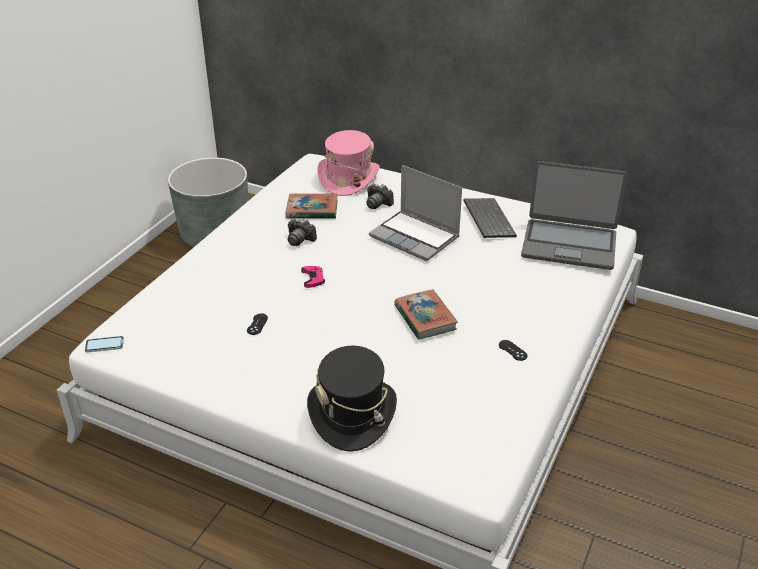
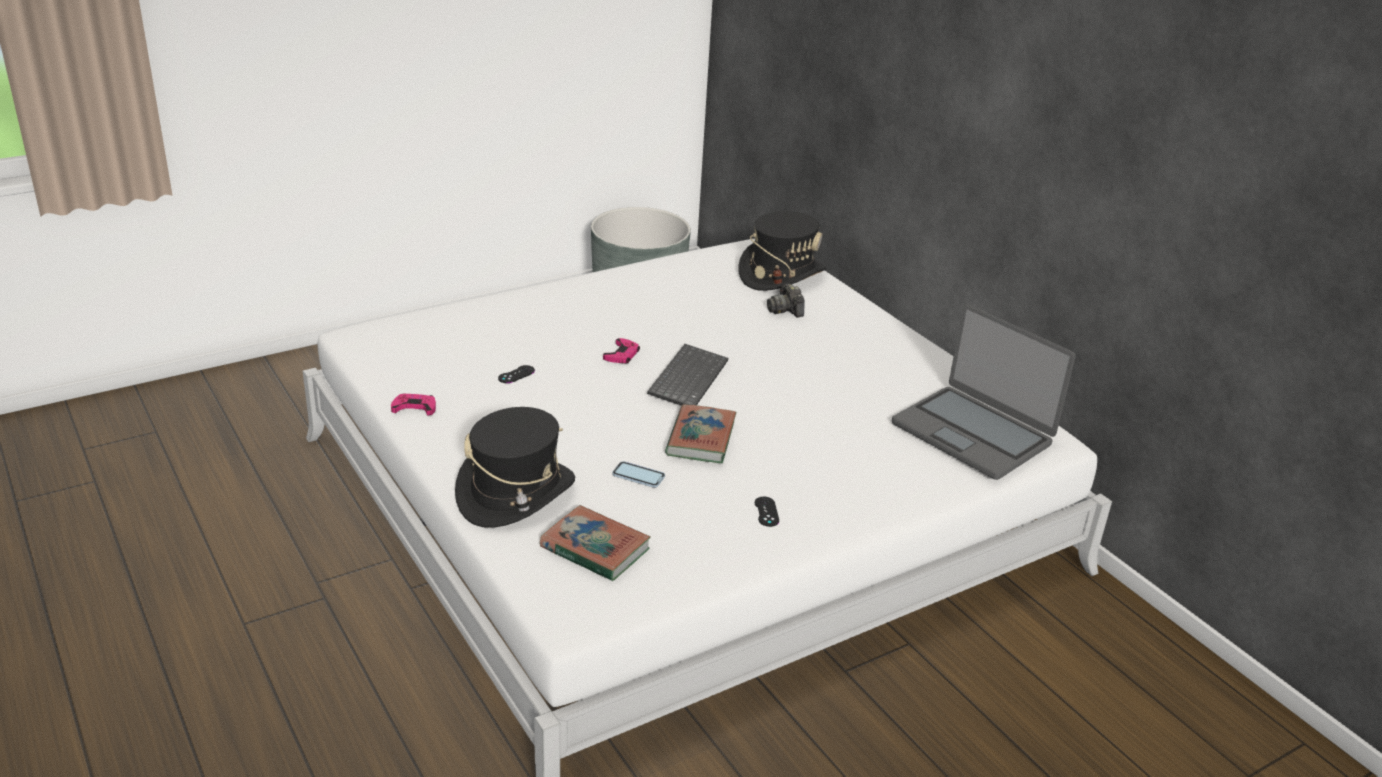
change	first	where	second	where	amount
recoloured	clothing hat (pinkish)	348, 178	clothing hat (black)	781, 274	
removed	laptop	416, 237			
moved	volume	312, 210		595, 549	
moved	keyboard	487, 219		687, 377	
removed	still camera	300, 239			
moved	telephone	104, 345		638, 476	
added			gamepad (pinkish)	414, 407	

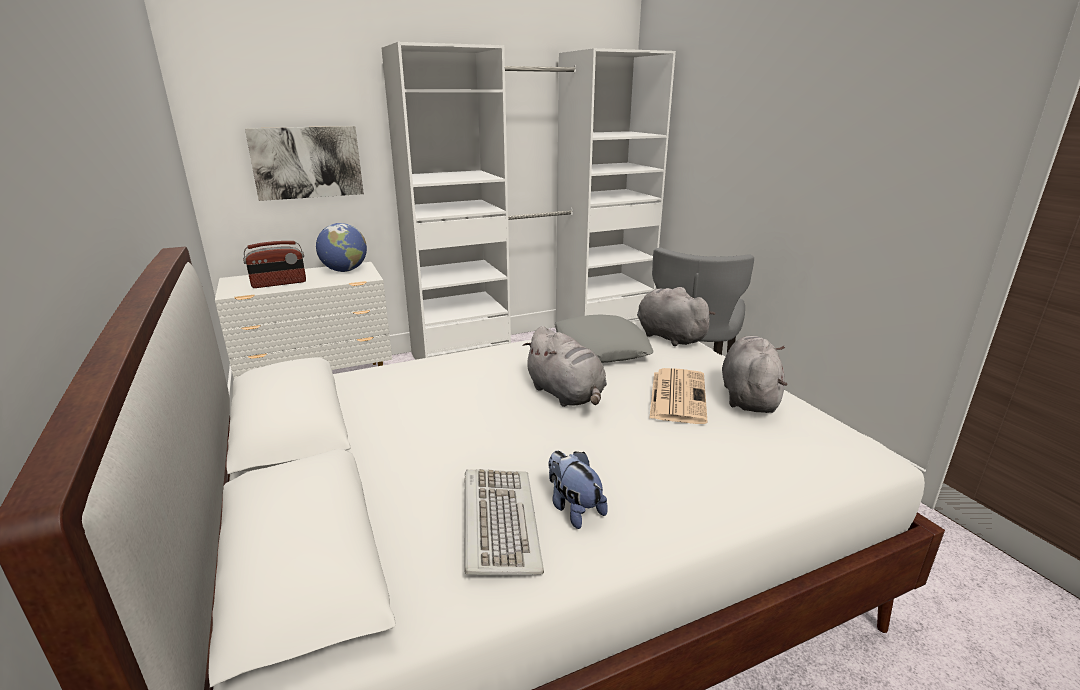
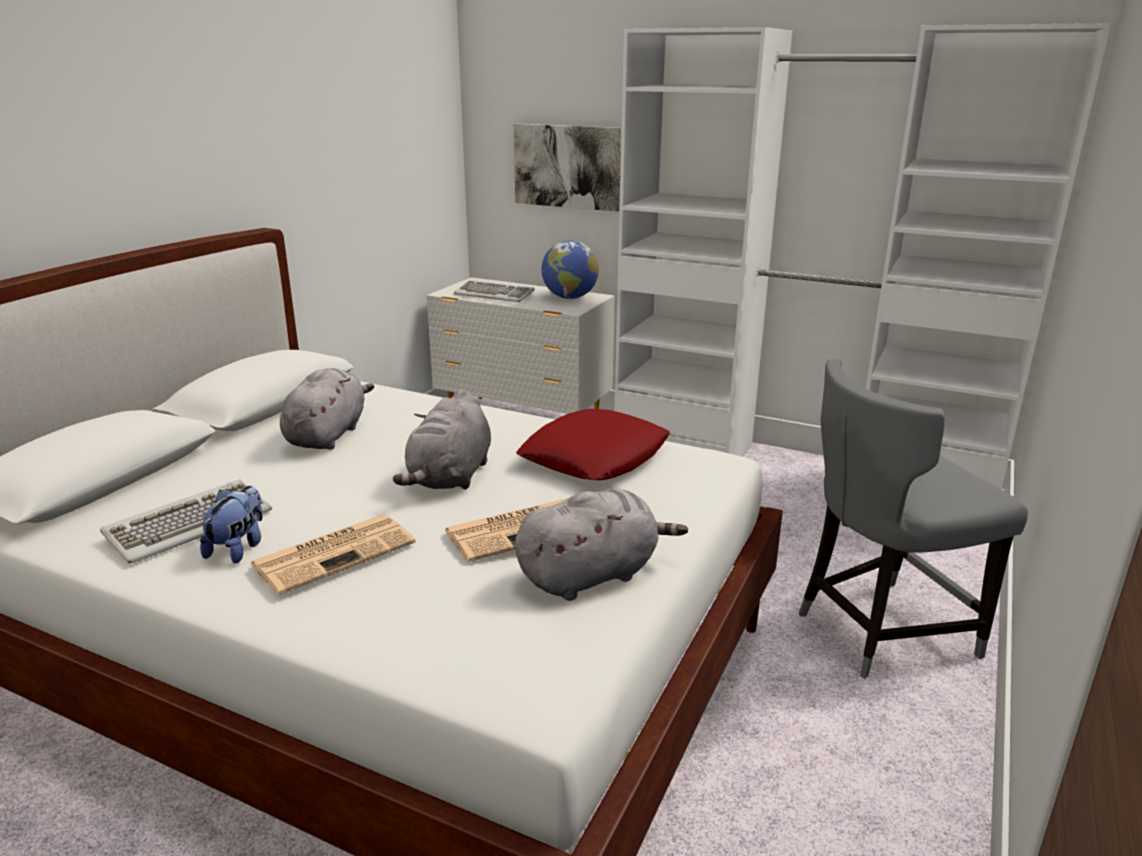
change	first	where	second	where	amount
replaced	radio set	279, 283	keyboard	495, 294	
moved	cuddly toy (grey)	668, 336		328, 435	
recoloured	throw pillow (grey)	600, 348	throw pillow (reddish)	595, 457	
added			printed paper	335, 553	

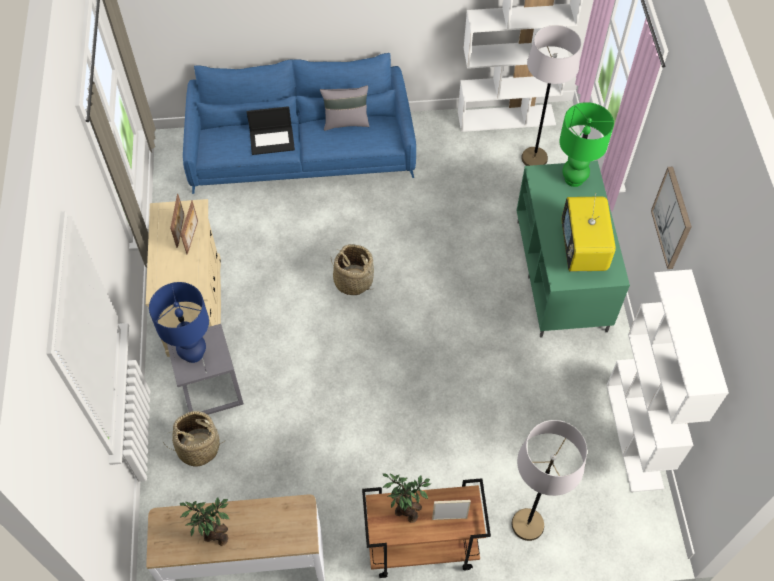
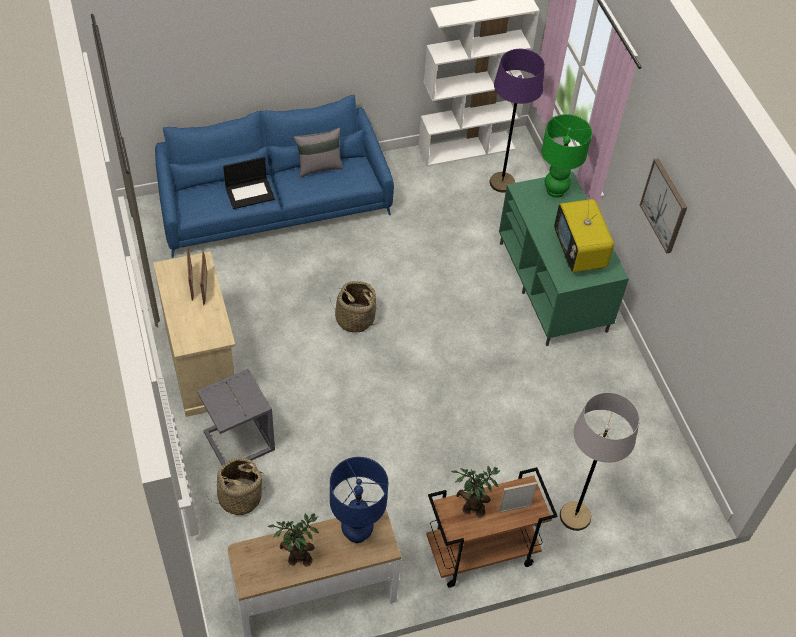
change	first	where	second	where	amount
recoloured	standing lamp (grey)	534, 158	standing lamp (purple-coloured)	502, 183	
removed	shelving unit (white)	635, 436			
moved	tabletop lamp (blue)	193, 353		356, 533	

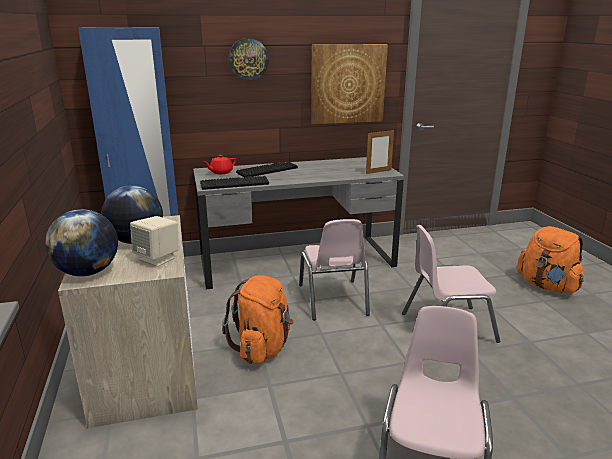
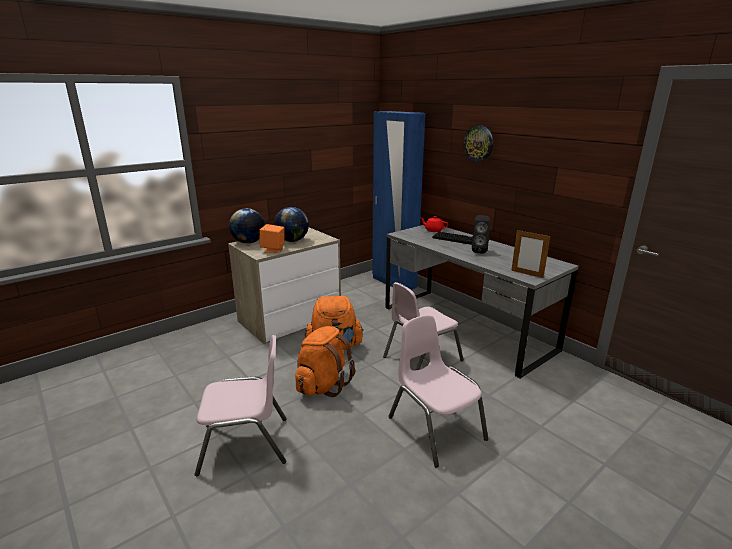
change	first	where	second	where	amount
removed	wall art	347, 84			
removed	keyboard	235, 183			
recoloured	audio speaker (beige)	158, 259	audio speaker (orangey)	273, 250	
moved	backpack (orangey)	547, 286		323, 385	
added			audio speaker (black)	478, 251	

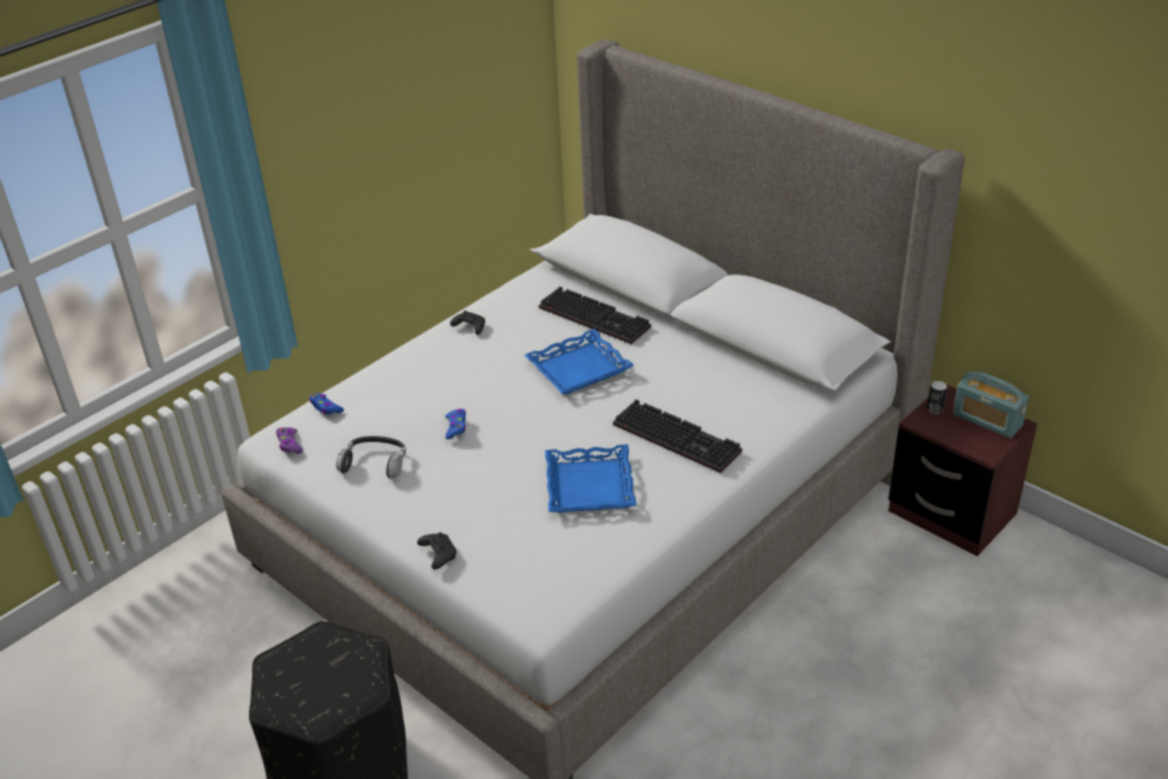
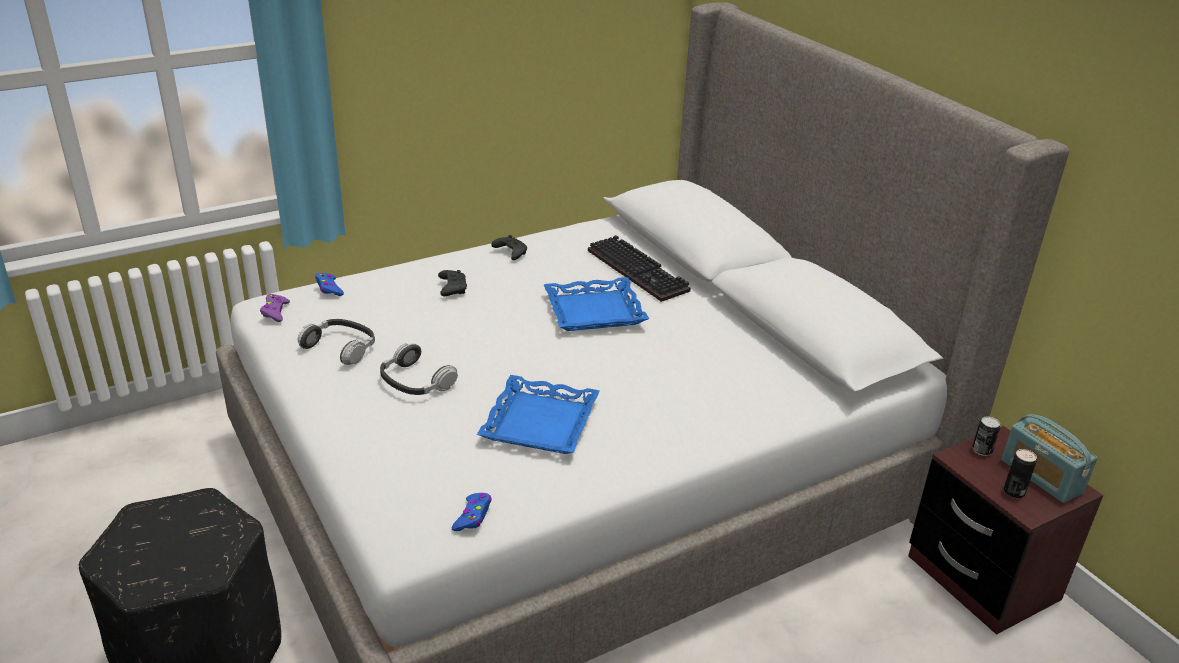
change	first	where	second	where	amount
removed	keyboard	679, 438			
moved	gamepad (blue)	456, 427		473, 516	
moved	gamepad (black)	438, 554		452, 288	
added			headset	415, 381	
added			can	1014, 492	

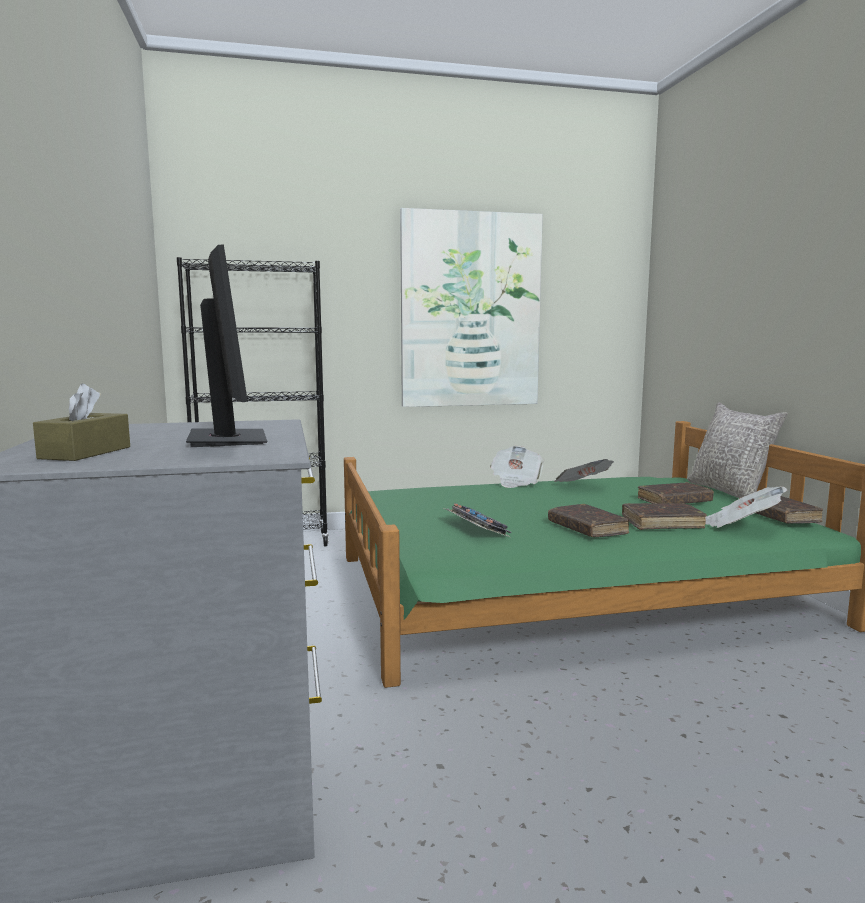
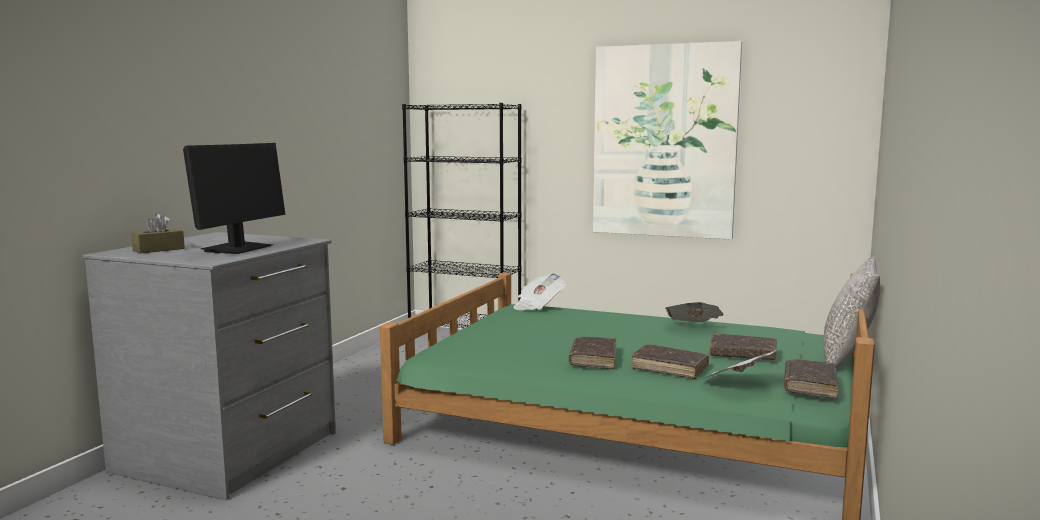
change	first	where	second	where	amount
moved	printed paper	516, 482		538, 306	
removed	keyboard	474, 529			

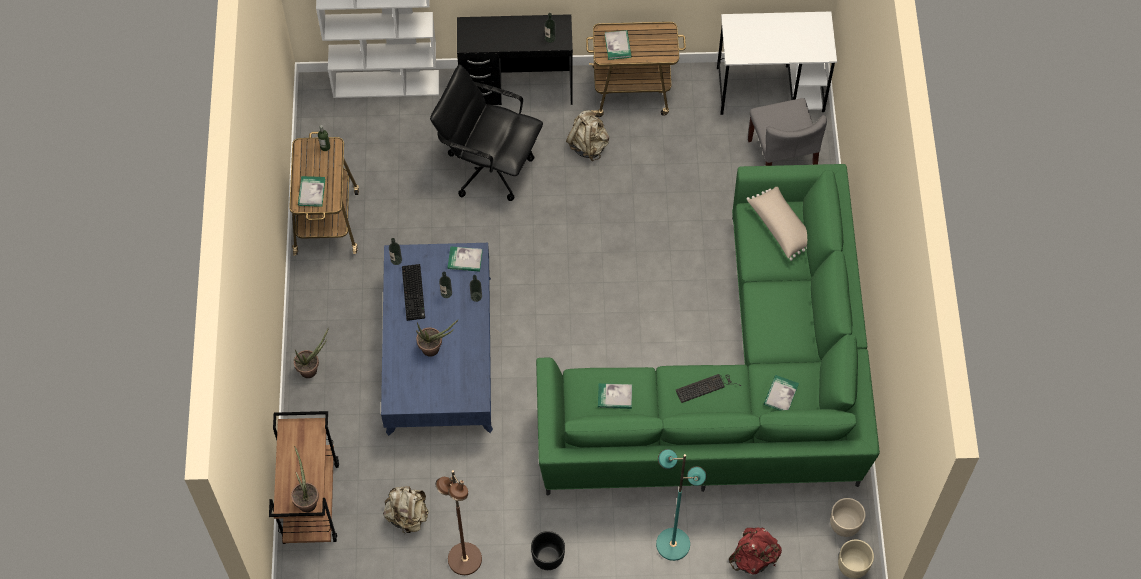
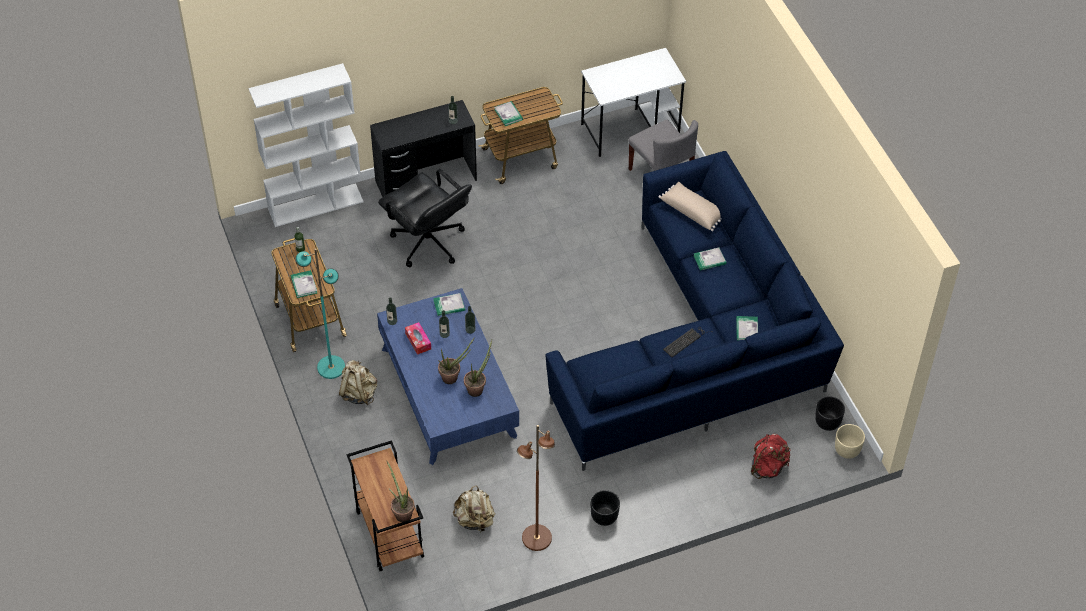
change	first	where	second	where	amount
turned	desk chair (black)	489, 166		428, 243	135 degrees counterclockwise
moved	backpack (beige)	588, 145		359, 393	
recoloured	settee (green-coloured)	737, 386	settee (blue)	699, 347	
replaced	keyboard	414, 293	tissue box	418, 341	
moved	plant in a pot	312, 368		477, 388	
moved	volume	615, 397		709, 260	
moved	standing lamp (turquoise)	672, 543		331, 367	
recoloured	planter (beige)	844, 524	planter (black)	827, 422	

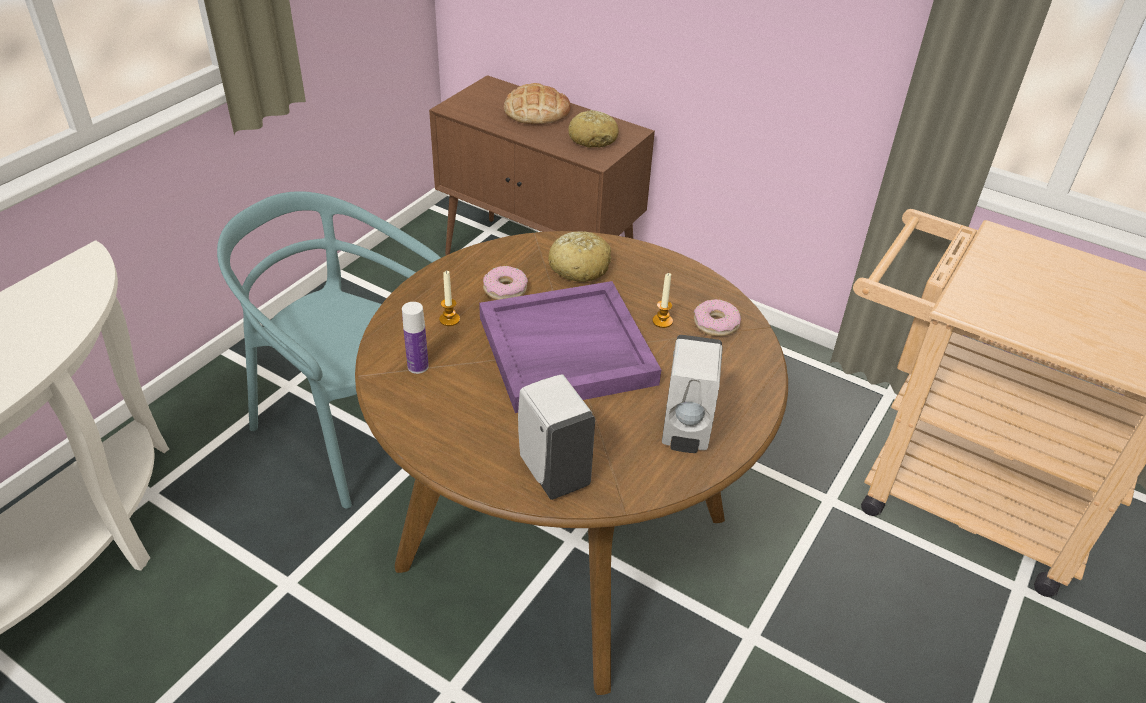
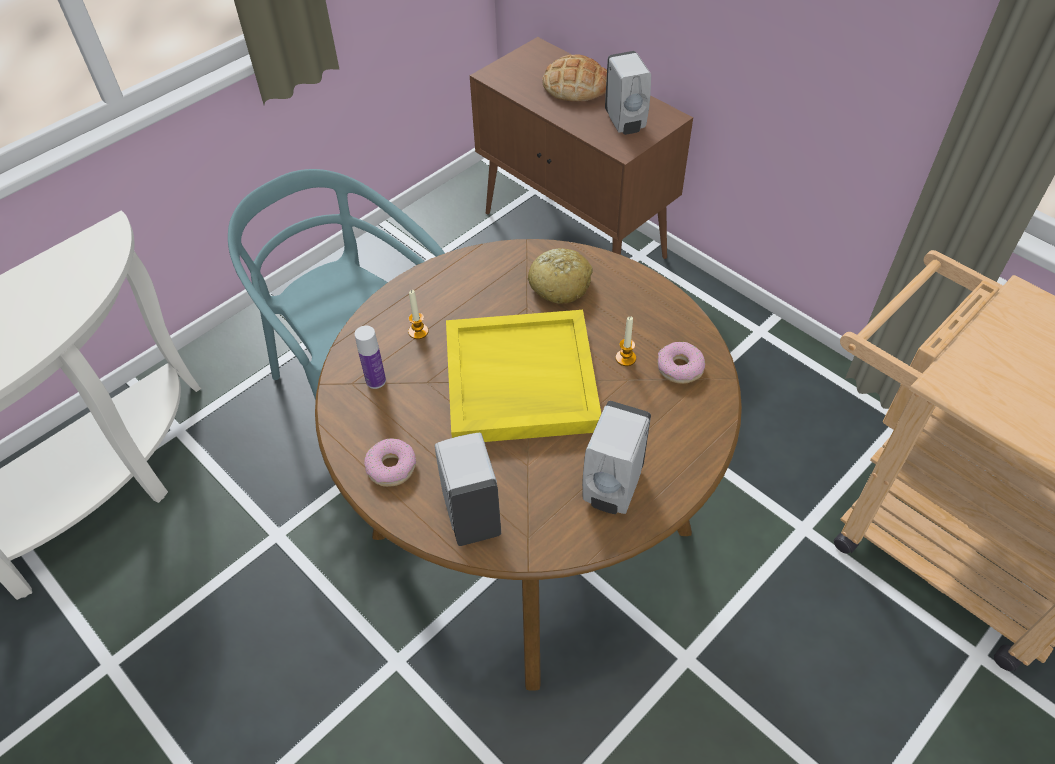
change	first	where	second	where	amount
replaced	bakery bread	593, 139	soap bottle (white)	625, 123	
moved	ring doughnut	505, 289		391, 467	
recoloured	tray (purple-coloured)	565, 351	tray (yellowish)	519, 381	

